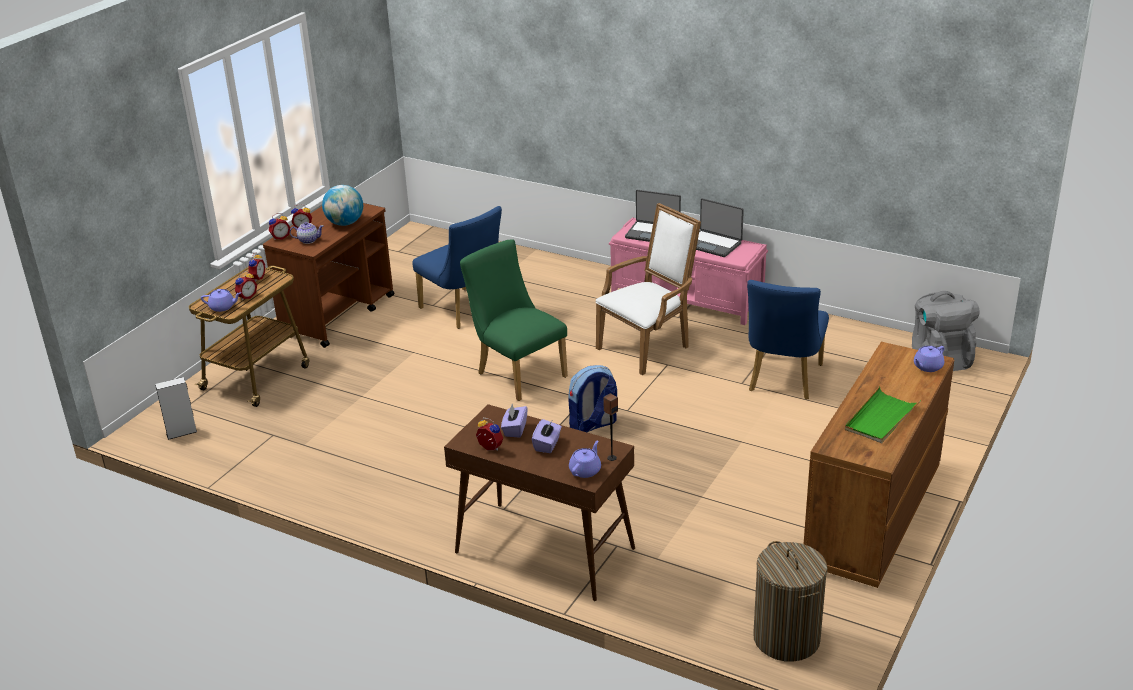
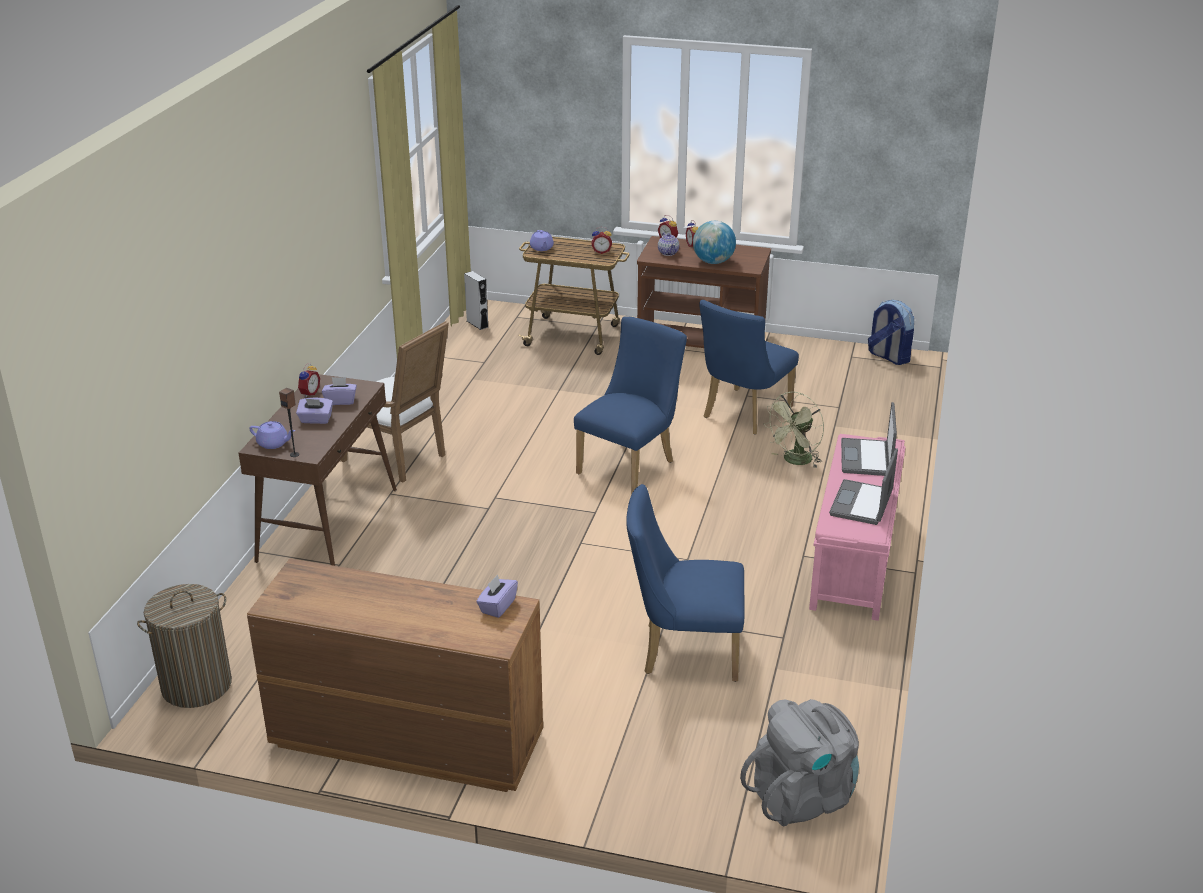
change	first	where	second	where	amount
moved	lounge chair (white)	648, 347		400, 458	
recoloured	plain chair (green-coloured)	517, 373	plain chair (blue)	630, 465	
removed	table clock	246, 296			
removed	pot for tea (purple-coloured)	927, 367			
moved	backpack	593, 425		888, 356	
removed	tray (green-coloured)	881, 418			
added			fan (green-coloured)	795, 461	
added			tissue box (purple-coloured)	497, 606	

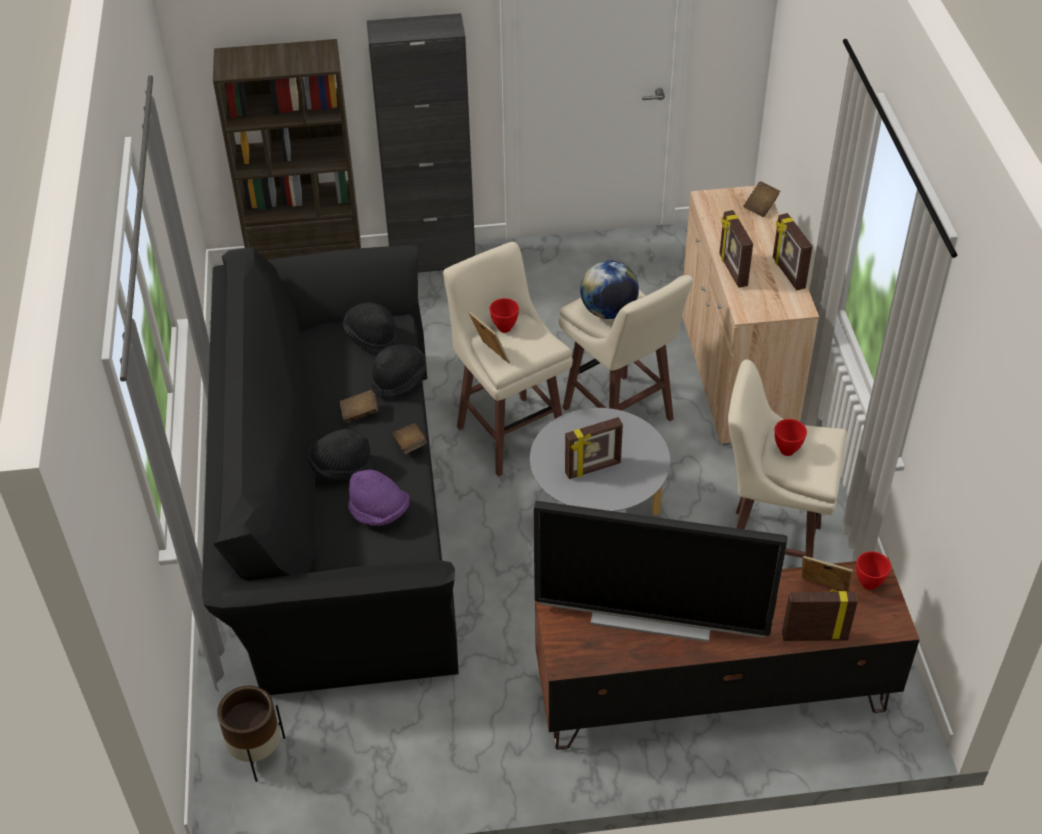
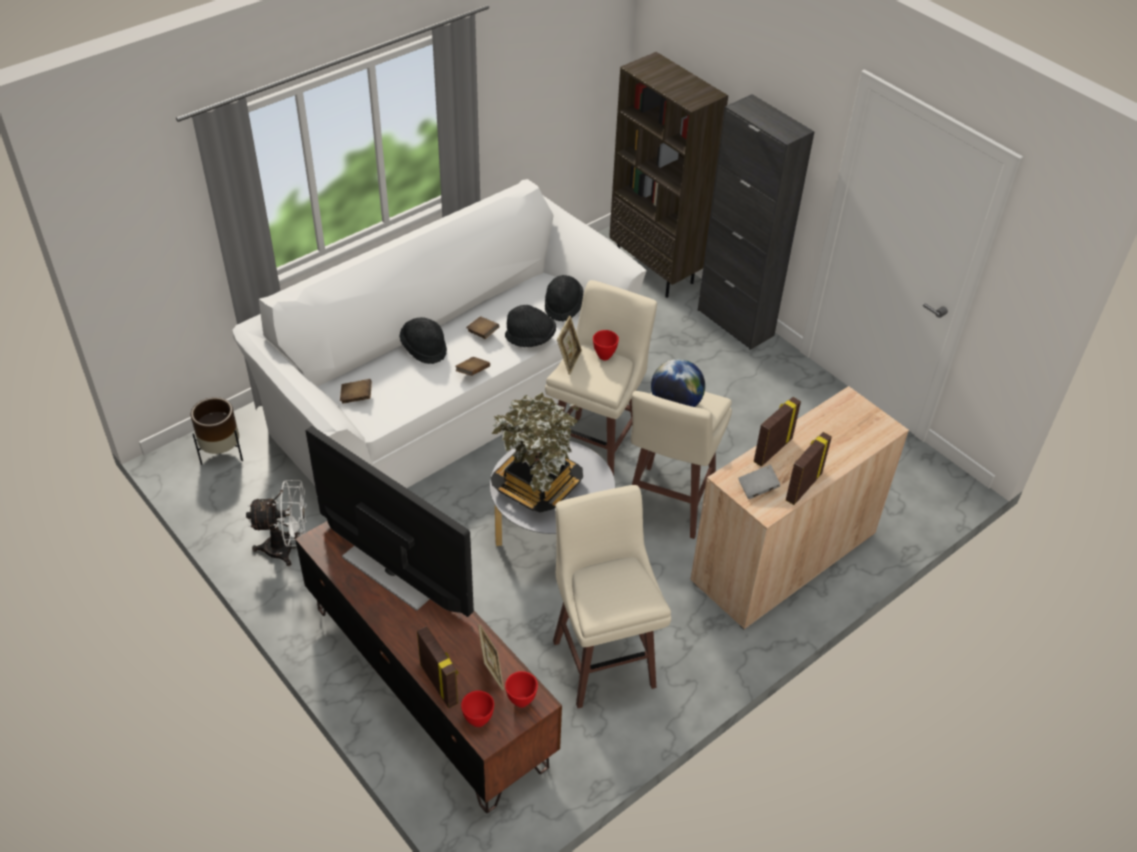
change	first	where	second	where	amount
moved	volume (brown)	761, 206		356, 397	
recoloured	settee (black)	334, 510	settee (white)	448, 391	
replaced	standing frame	593, 469	plant in a pot	537, 485	
moved	deep dish (reddish)	787, 451		477, 721	
removed	clothing hat (purple-coloured)	379, 512			
turned	TV	651, 618		391, 573	150 degrees clockwise
added			volume (grey)	758, 488	
added			fan (white)	287, 548	

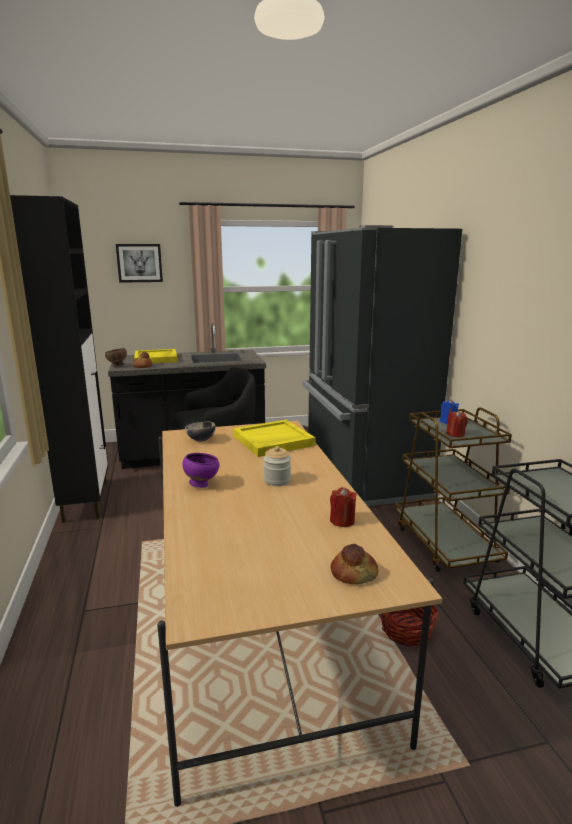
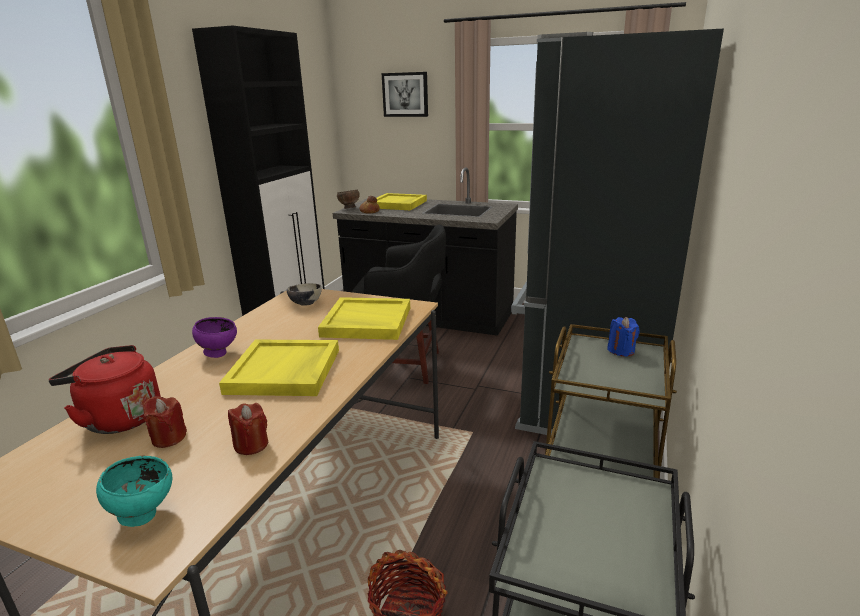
change	first	where	second	where	amount
moved	wax light (reddish)	455, 434		169, 438	
replaced	preserve jar	277, 480	tray (yellowish)	285, 371	
replaced	bakery bread	353, 573	deep dish (turquoise)	144, 515	
added			water kettle (reddish)	118, 418	

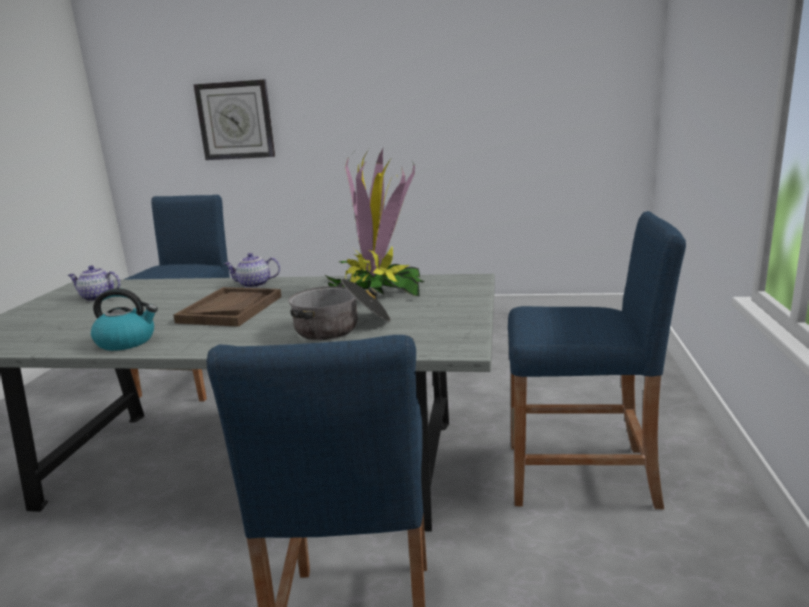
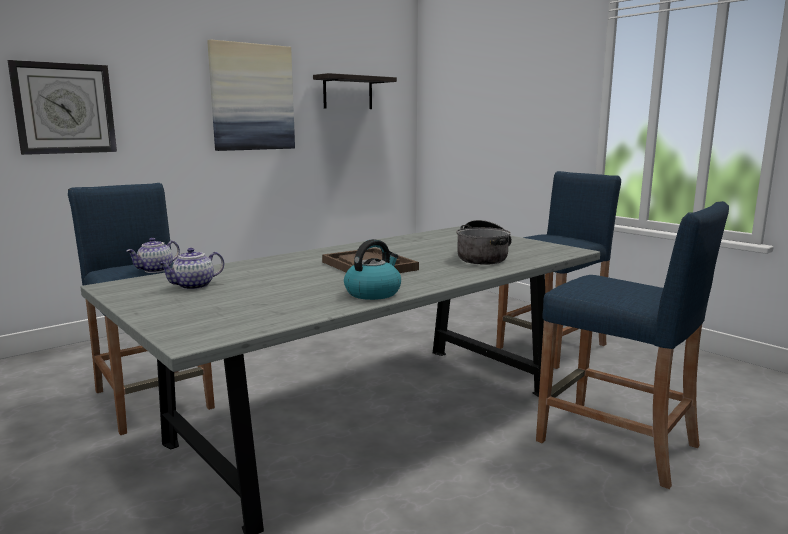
change	first	where	second	where	amount
removed	plant in a pot	377, 290			
moved	pot for tea	254, 285		156, 270	
added			wall art	252, 97	
added			shelf	348, 92	

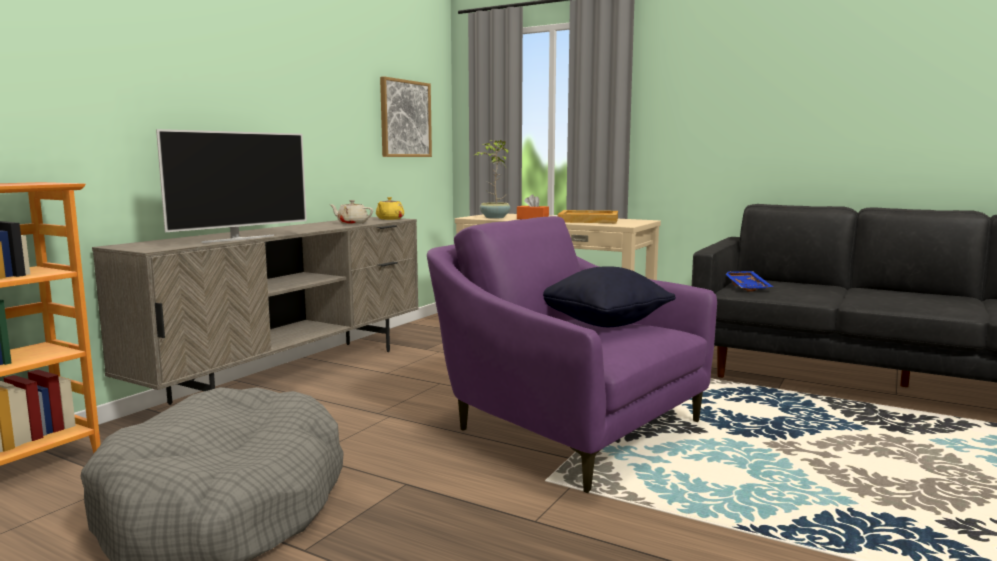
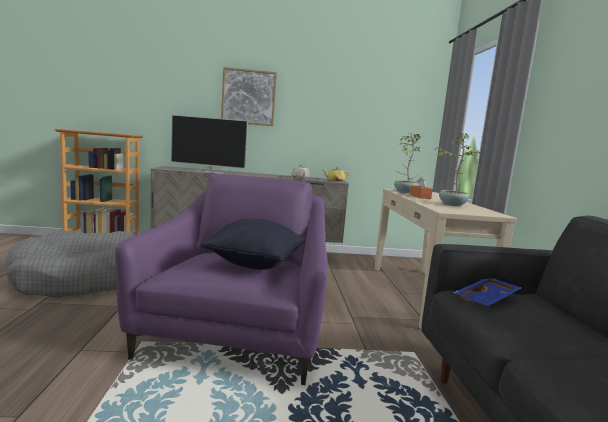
change	first	where	second	where	amount
moved	wall art	405, 119		248, 97	
replaced	tray (beige)	589, 220	plant in a pot	452, 204	

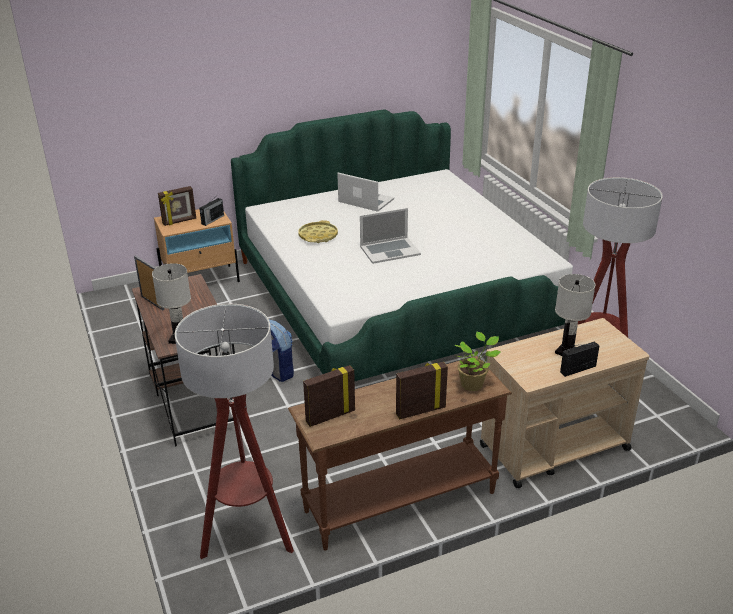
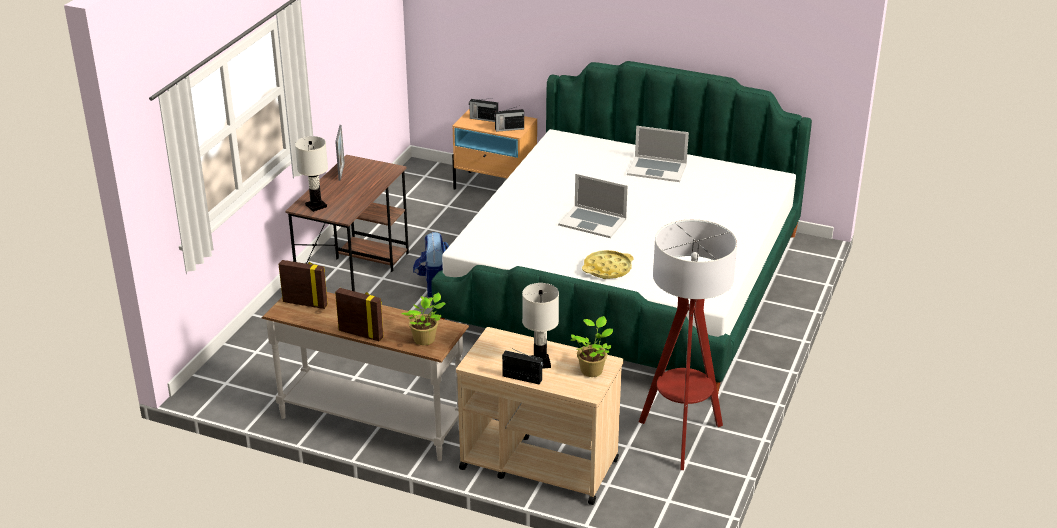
change	first	where	second	where	amount
turned	laptop	365, 200		657, 169	120 degrees clockwise
replaced	standing frame	179, 221	radio set	483, 119	
moved	tray (yellowish)	318, 236		607, 269	
removed	standing lamp	247, 535			
recoloured	console table (brown)	399, 500	console table (white)	372, 422	
added			plant in a pot	592, 370	

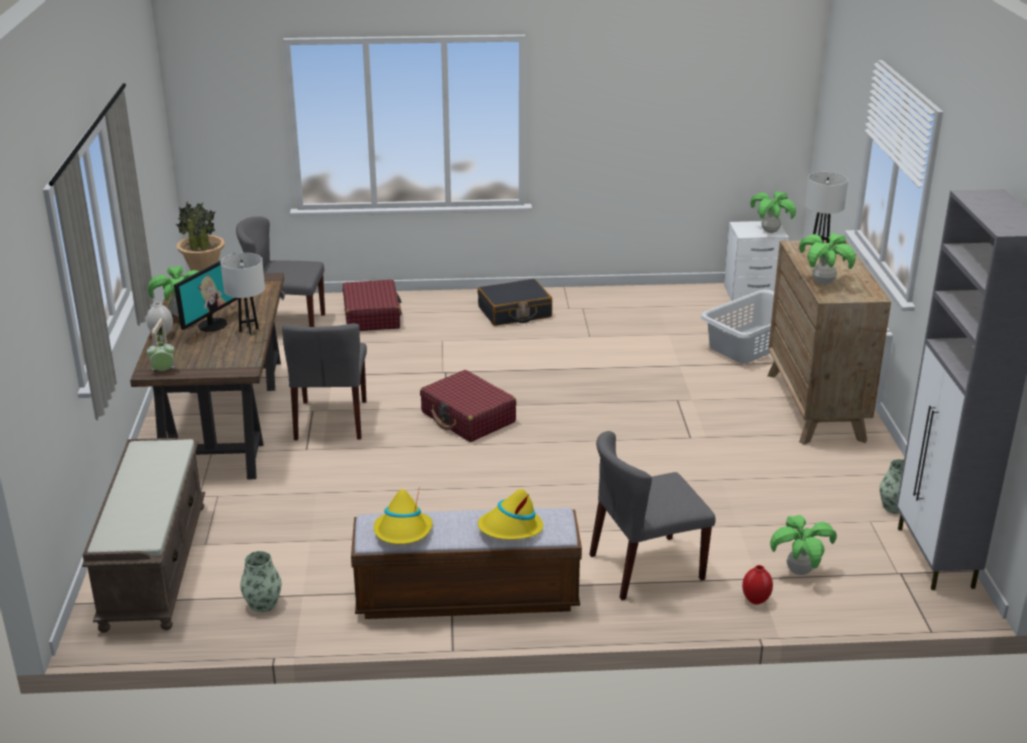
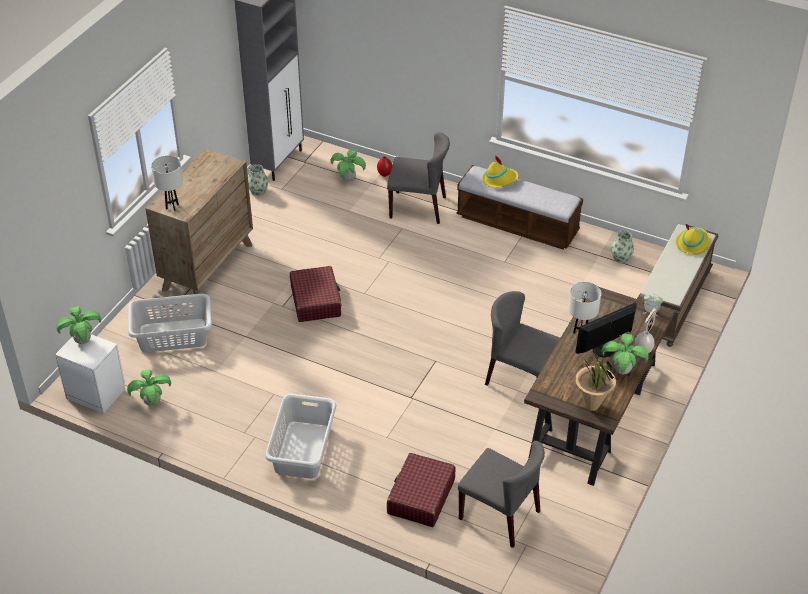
change	first	where	second	where	amount
moved	plant in a pot	823, 283		152, 402	
replaced	travel case (black)	514, 312	hamper (grey)	302, 450	
turned	plain chair (grey)	331, 420		520, 379	90 degrees counterclockwise
moved	travel case (reddish)	468, 418		316, 301	
moved	clothing hat (yellowish)	403, 532		692, 243	

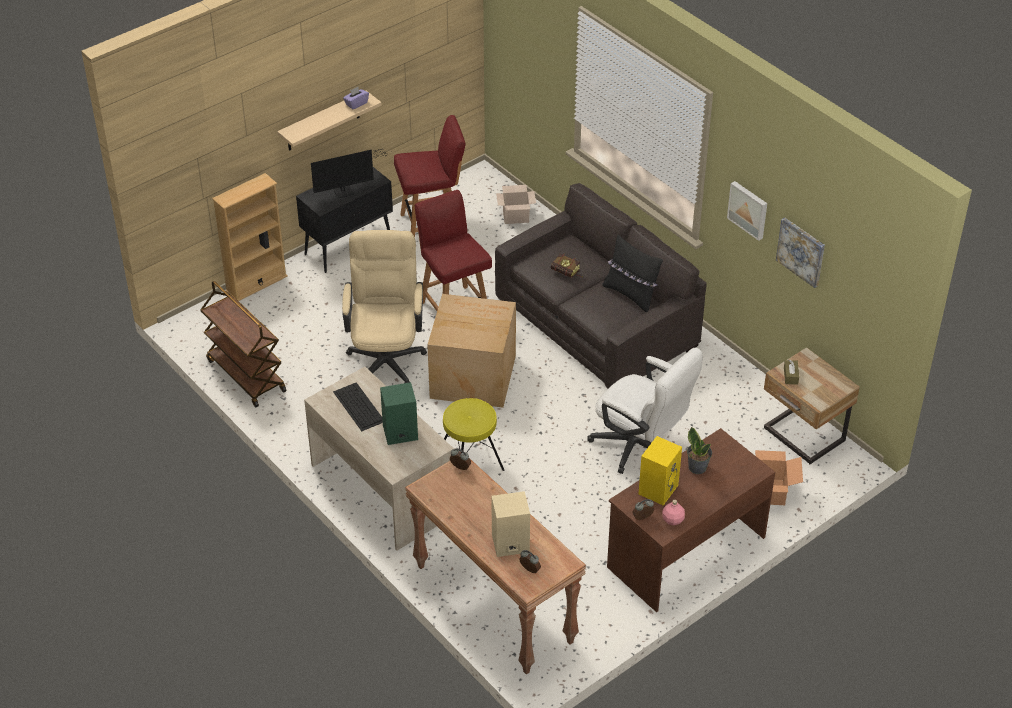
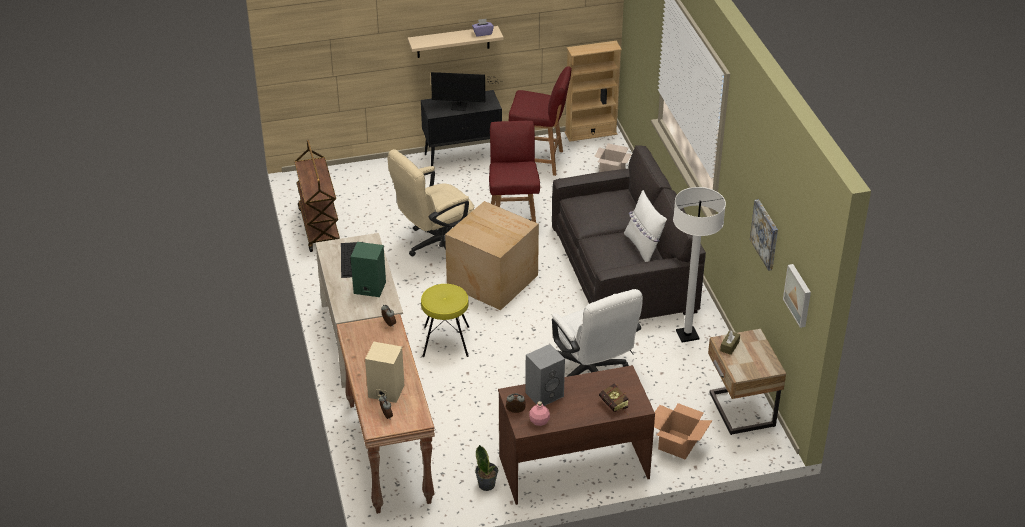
change	first	where	second	where	amount
moved	shelving unit (beige)	256, 284		590, 133	
moved	wall art	748, 209		799, 295	
turned	desk chair (beige)	386, 356		435, 245	150 degrees counterclockwise
recoloured	throw pillow (black)	631, 294	throw pillow (white)	643, 247	
moved	volume	567, 274		615, 407	
moved	plant in a pot	697, 467		487, 484	
recoloured	audio speaker (yellowish)	658, 488	audio speaker (grey)	544, 394	
added			standing lamp (white)	687, 335	

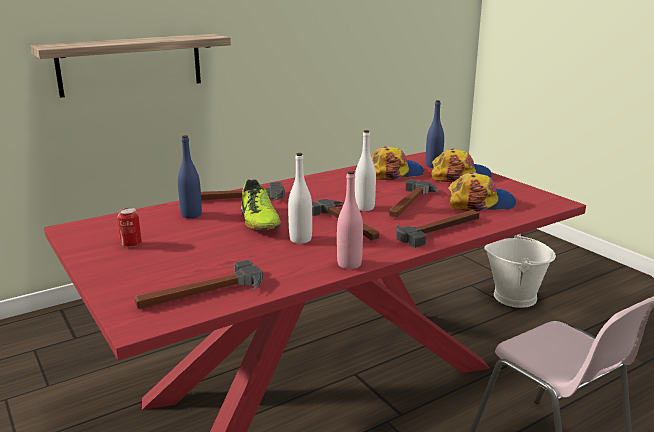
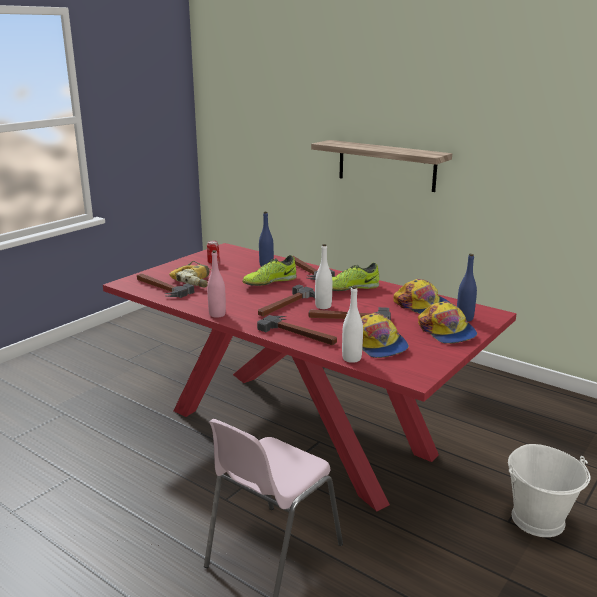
change	first	where	second	where	amount
moved	drink bottle (white)	300, 239		351, 358	
added			drill	197, 280	
added			low shoe	349, 288	

